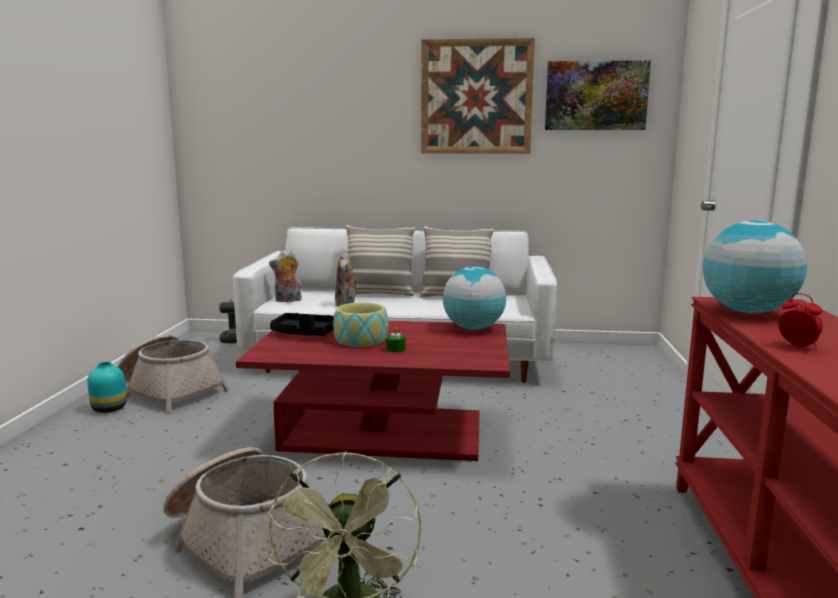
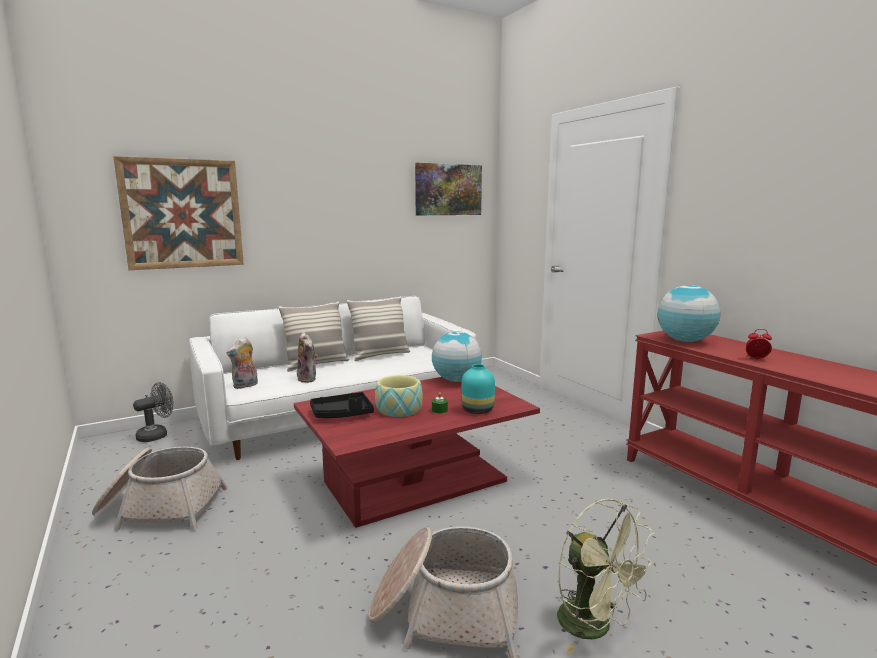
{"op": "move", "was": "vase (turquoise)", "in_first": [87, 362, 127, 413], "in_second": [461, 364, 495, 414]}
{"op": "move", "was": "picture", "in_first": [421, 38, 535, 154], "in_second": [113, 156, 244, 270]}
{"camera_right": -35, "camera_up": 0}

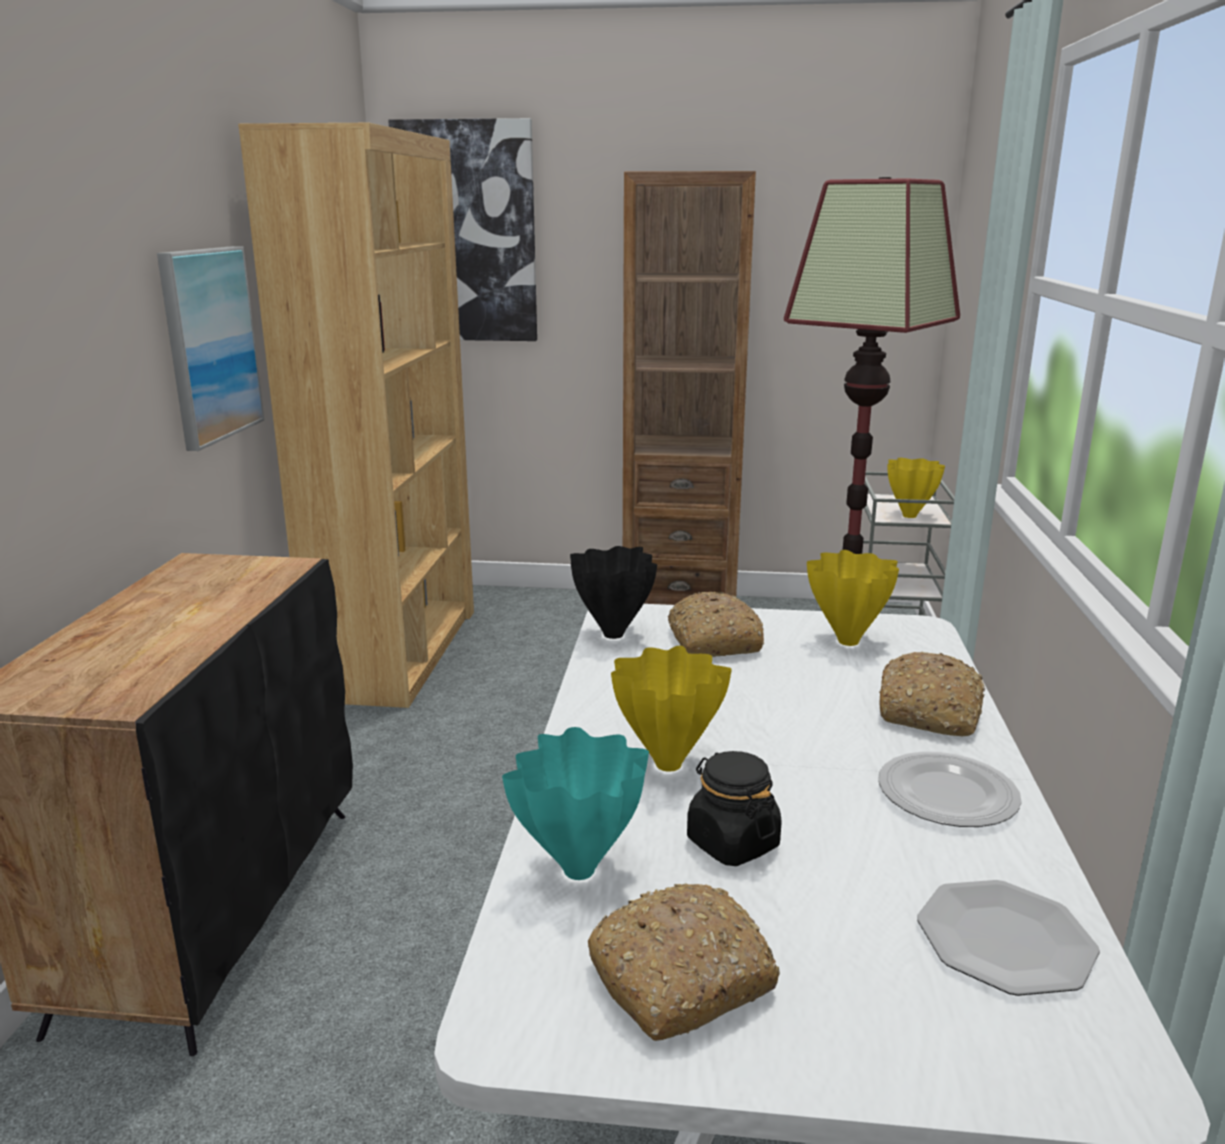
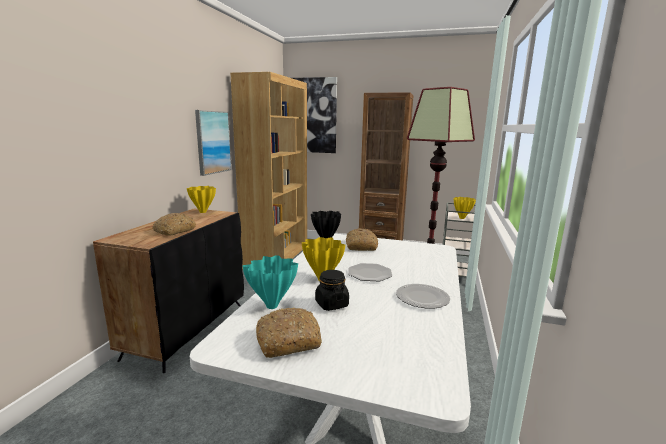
{"op": "move", "was": "vase (yellow)", "in_first": [807, 550, 899, 646], "in_second": [187, 186, 216, 213]}
{"op": "move", "was": "bread", "in_first": [879, 652, 985, 736], "in_second": [153, 213, 196, 236]}
{"op": "move", "was": "plate", "in_first": [917, 880, 1100, 996], "in_second": [348, 263, 392, 281]}
{"camera_right": 10, "camera_up": -5}

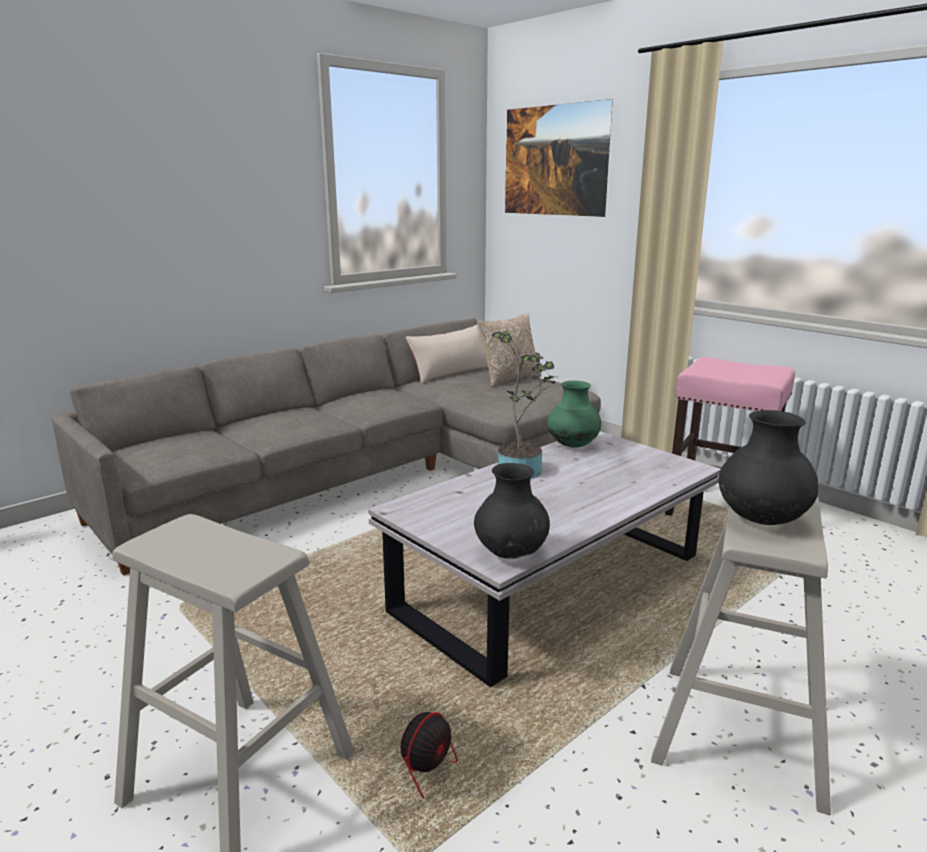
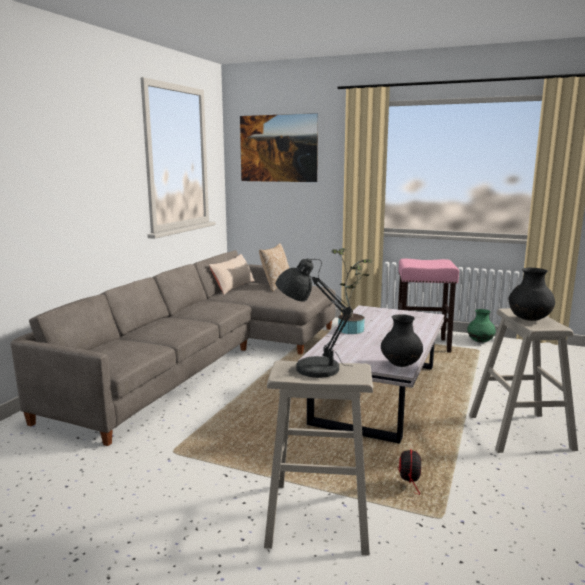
{"op": "move", "was": "vase (green)", "in_first": [547, 381, 601, 448], "in_second": [467, 309, 496, 343]}
{"op": "insert", "now": "table lamp (grey)", "in_second": [275, 258, 353, 378]}
{"camera_right": -25, "camera_up": -5}

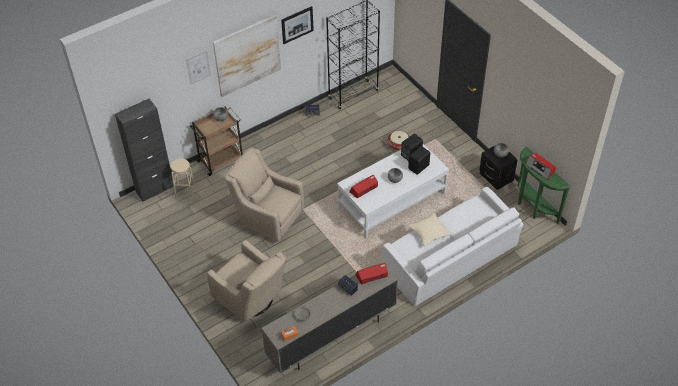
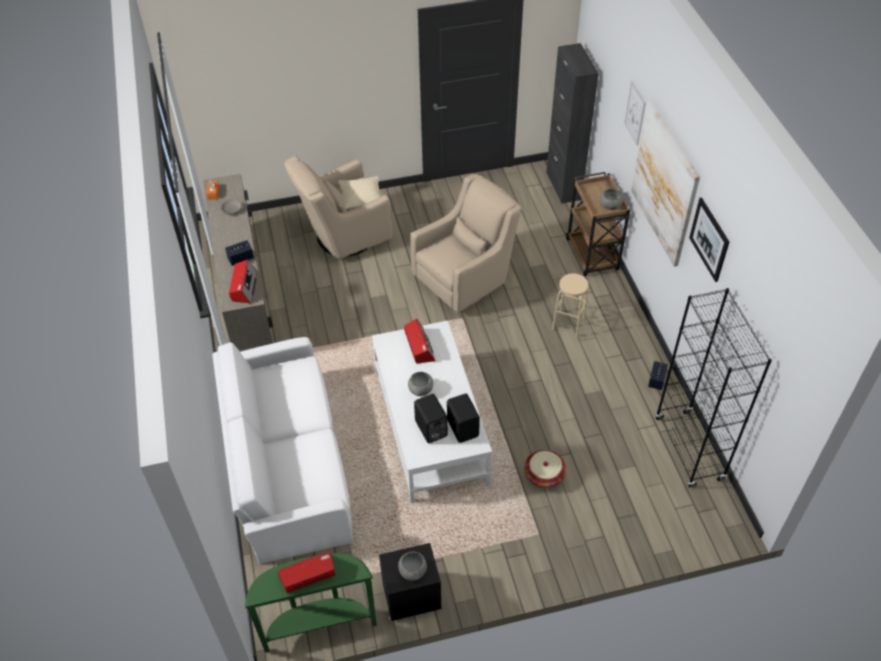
{"op": "move", "was": "stool (beige)", "in_first": [171, 158, 195, 198], "in_second": [552, 273, 589, 337]}
{"op": "move", "was": "pillow (beige)", "in_first": [408, 213, 451, 247], "in_second": [338, 176, 381, 209]}
{"camera_right": 110, "camera_up": 0}

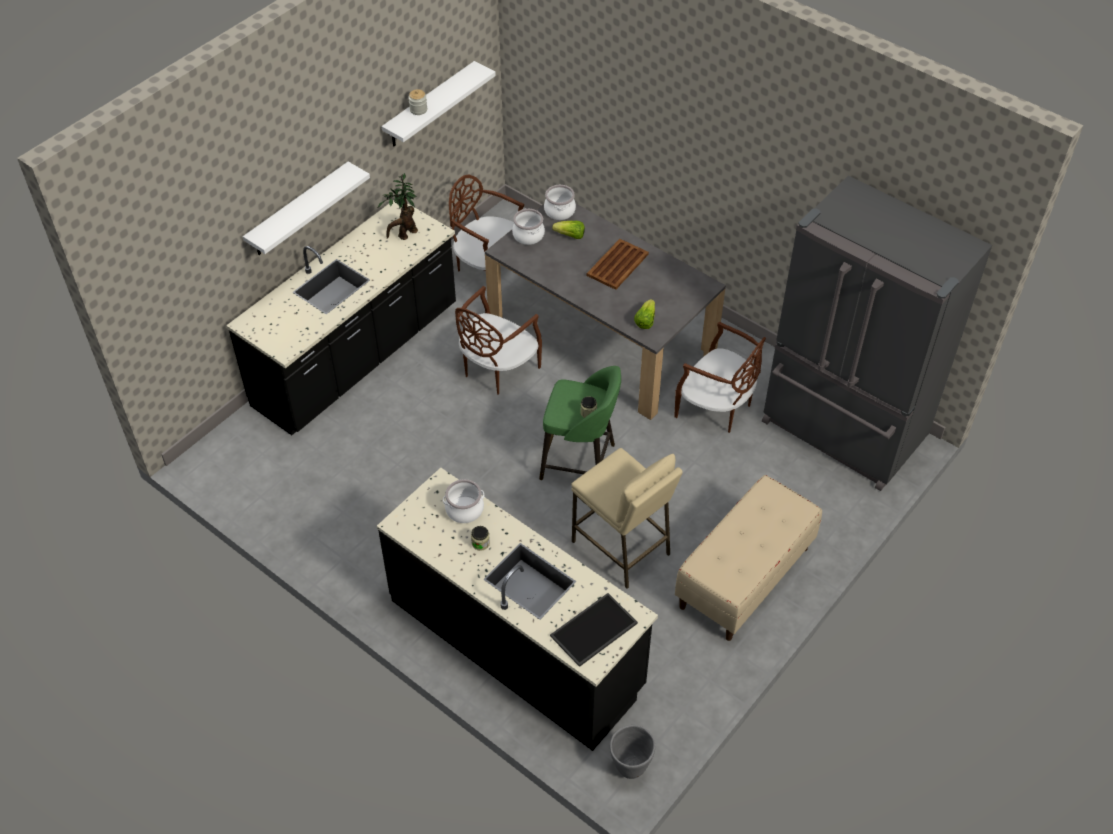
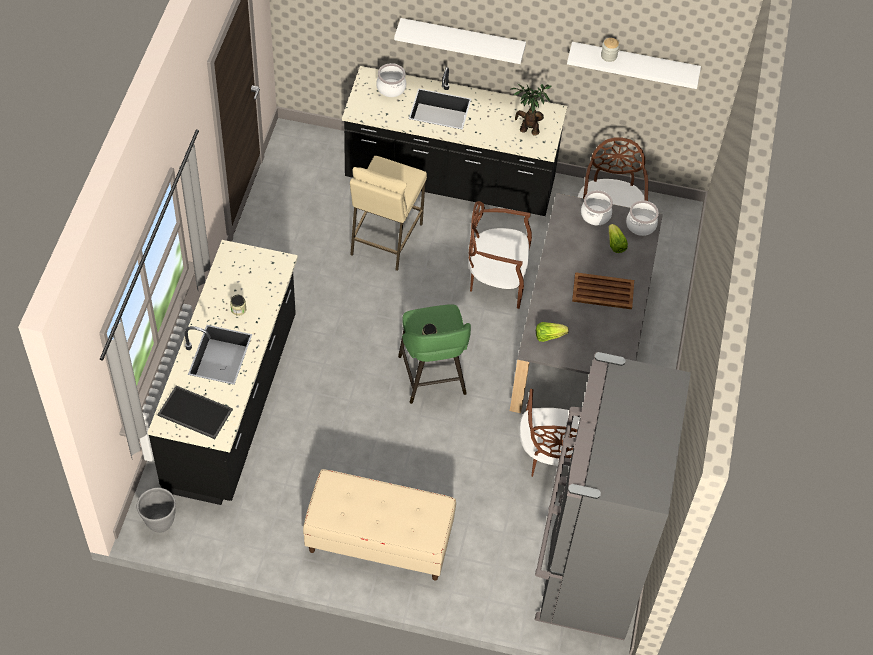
{"op": "move", "was": "cooking pot", "in_first": [443, 479, 485, 523], "in_second": [376, 63, 406, 97]}
{"op": "move", "was": "stool (beige)", "in_first": [571, 448, 683, 589], "in_second": [350, 156, 427, 271]}
{"camera_right": 60, "camera_up": 5}

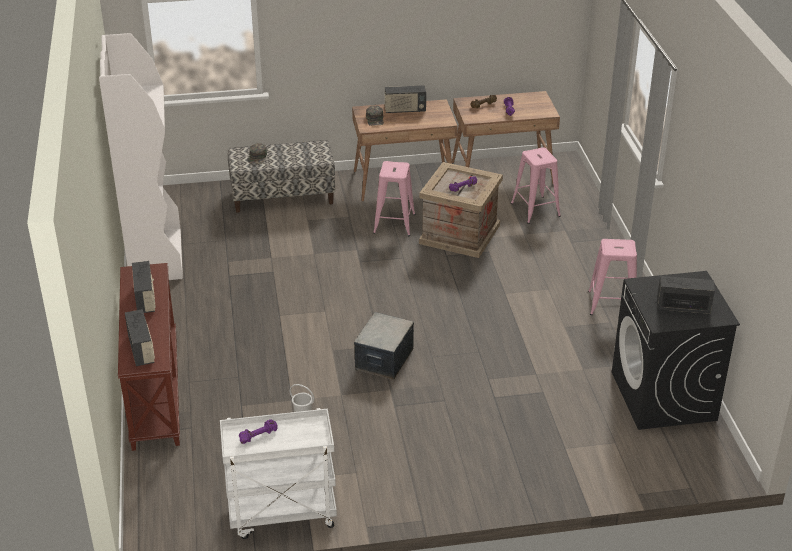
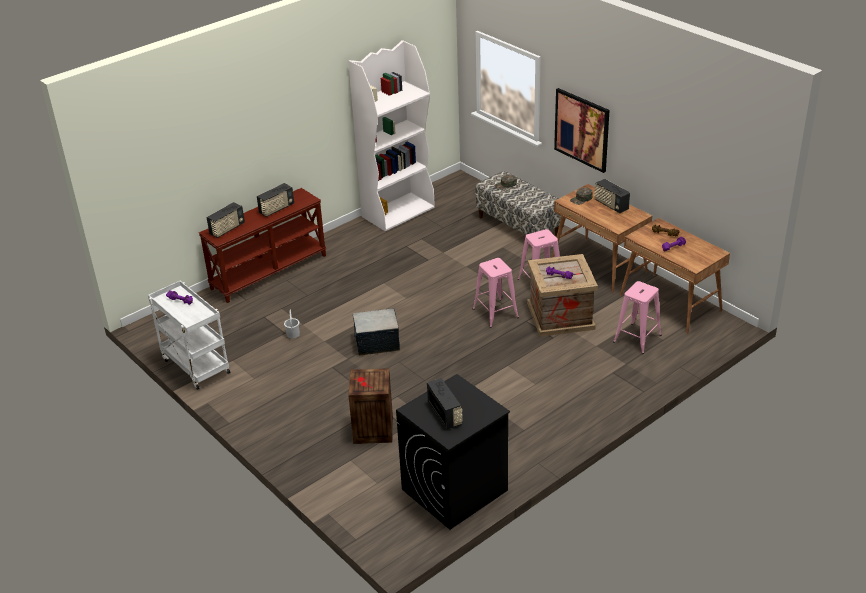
{"op": "move", "was": "stool (pink)", "in_first": [588, 239, 637, 315], "in_second": [473, 258, 519, 328]}
{"op": "insert", "now": "crate", "in_second": [348, 368, 393, 444]}
{"op": "insert", "now": "picture", "in_second": [554, 88, 610, 173]}
{"camera_right": 60, "camera_up": 0}

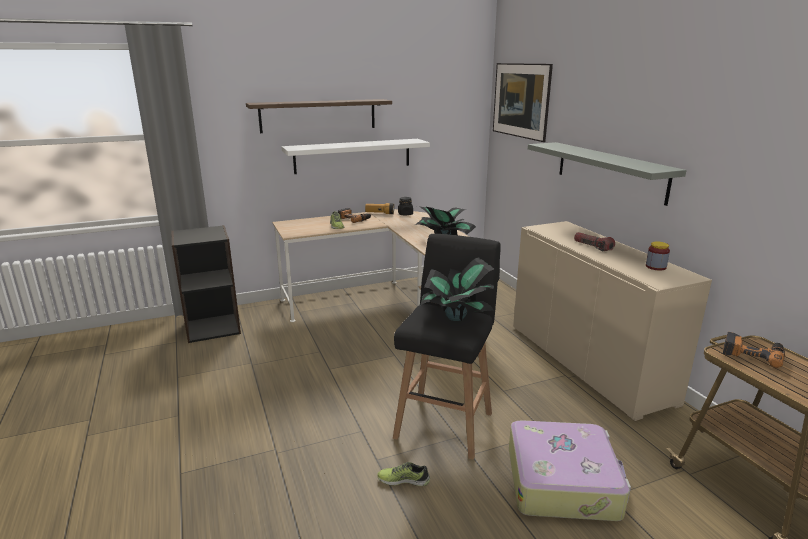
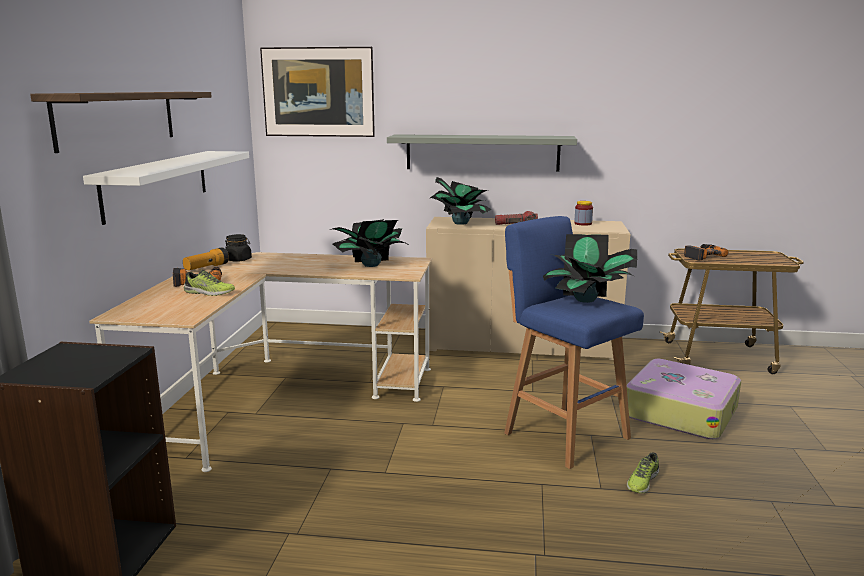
{"op": "recolor", "was": "stool (black)", "now": "stool (blue)", "in_first": [393, 234, 501, 460], "in_second": [504, 216, 644, 469]}
{"op": "insert", "now": "potted plant", "in_second": [430, 177, 491, 225]}
{"camera_right": -60, "camera_up": -5}

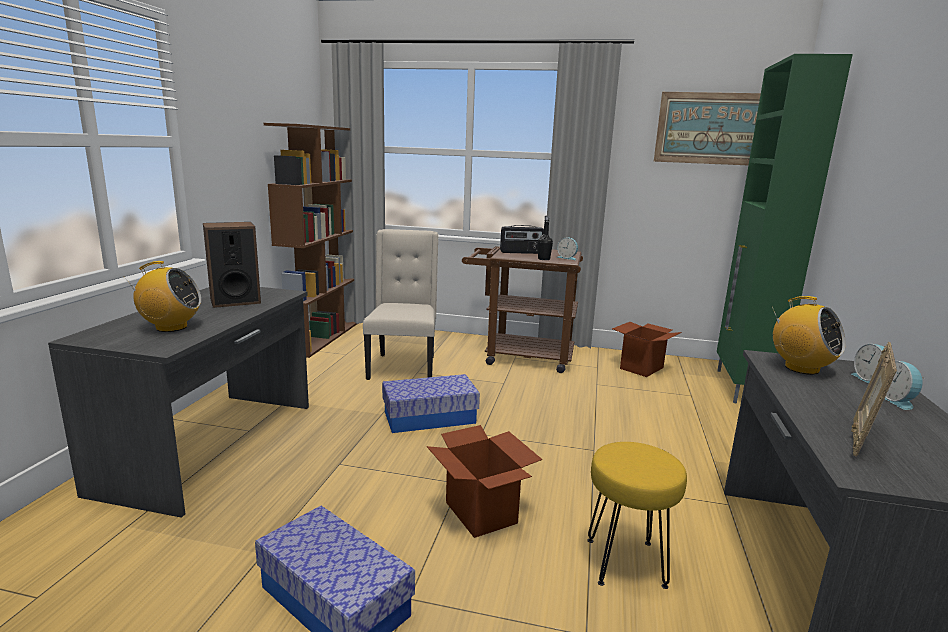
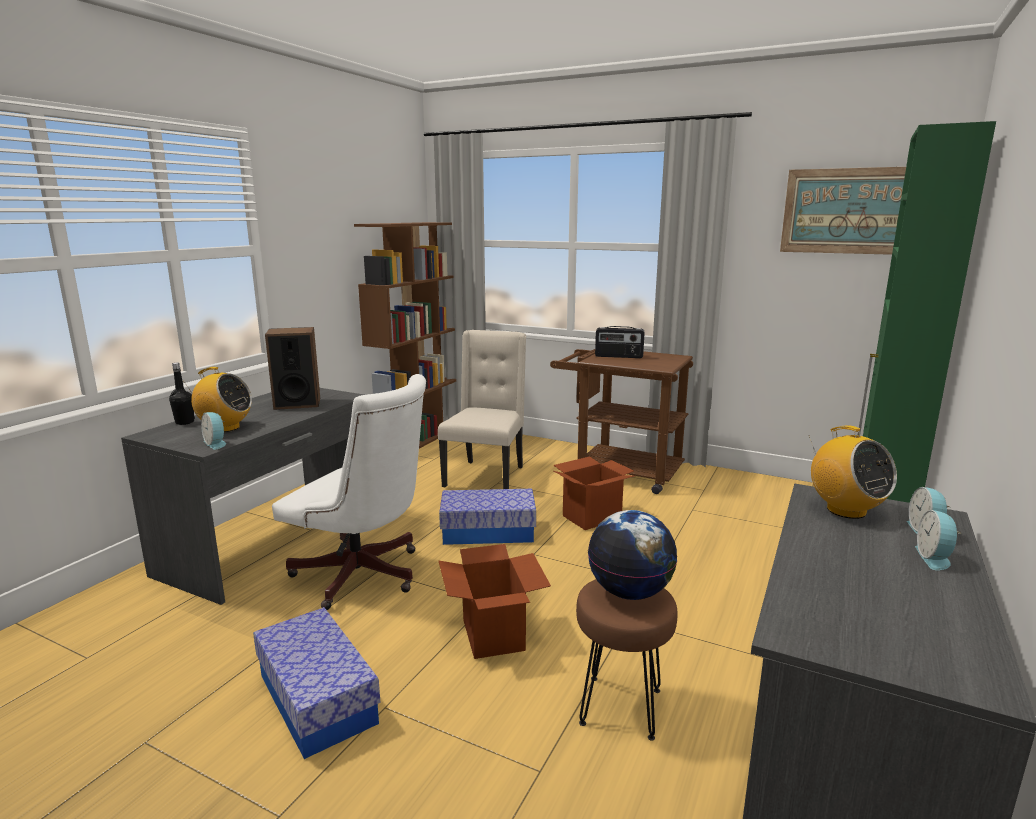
{"op": "move", "was": "bottle (black)", "in_first": [538, 216, 553, 260], "in_second": [169, 363, 195, 425]}
{"op": "move", "was": "alarm clock", "in_first": [557, 238, 578, 260], "in_second": [201, 412, 226, 450]}
{"op": "recolor", "was": "stool (yellow)", "now": "stool (brown)", "in_first": [587, 442, 687, 589], "in_second": [576, 579, 677, 741]}
{"op": "move", "was": "cardboard box", "in_first": [612, 322, 682, 377], "in_second": [553, 456, 635, 530]}
{"op": "delete", "was": "picture frame", "in_first": [851, 342, 897, 457]}
{"op": "insert", "now": "office chair (white)", "in_second": [272, 374, 426, 610]}
{"op": "insert", "now": "globe", "in_second": [588, 510, 677, 600]}
{"camera_right": 15, "camera_up": 0}

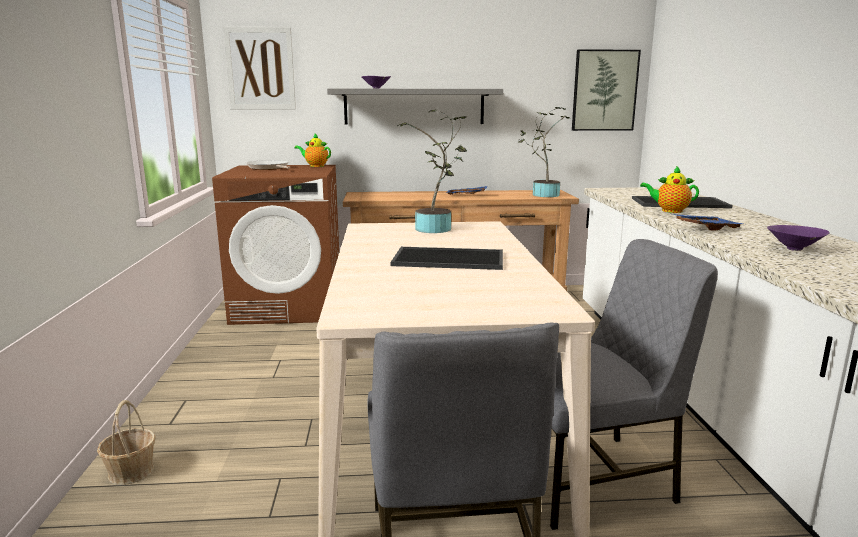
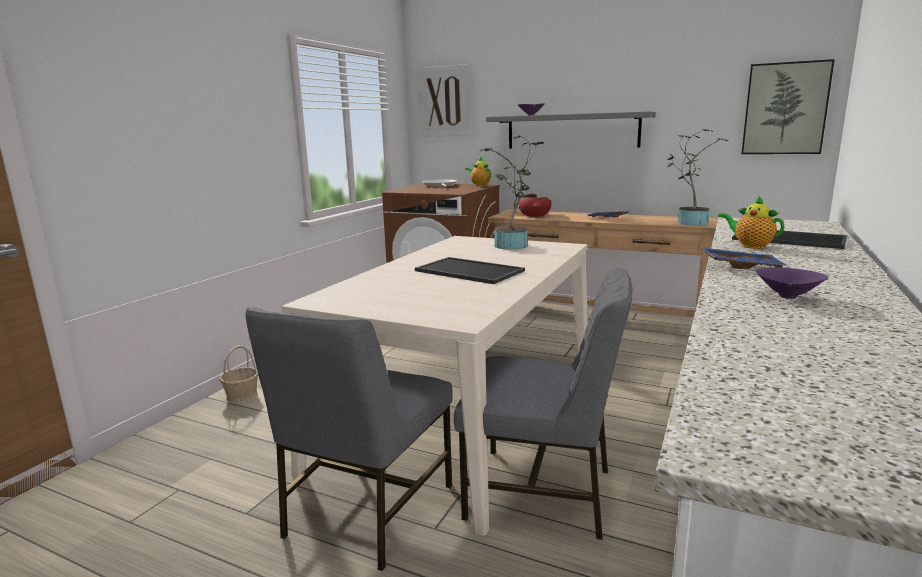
{"op": "insert", "now": "bowl (red)", "in_second": [519, 194, 552, 217]}
{"camera_right": 30, "camera_up": 0}

